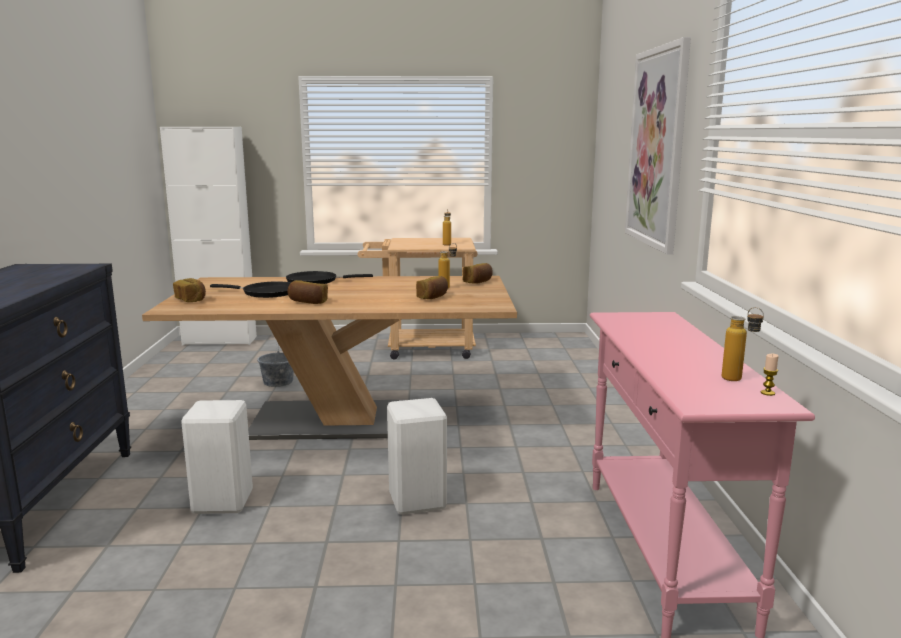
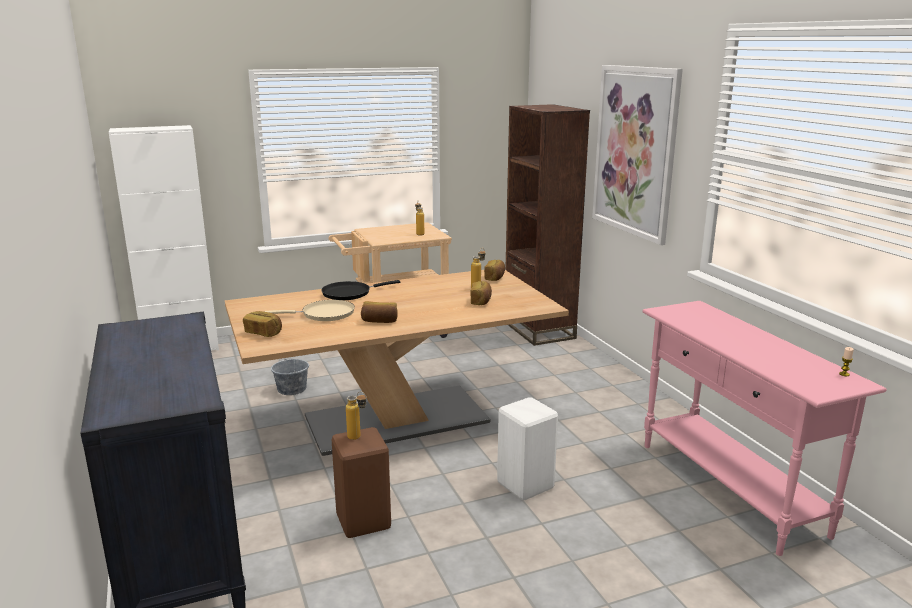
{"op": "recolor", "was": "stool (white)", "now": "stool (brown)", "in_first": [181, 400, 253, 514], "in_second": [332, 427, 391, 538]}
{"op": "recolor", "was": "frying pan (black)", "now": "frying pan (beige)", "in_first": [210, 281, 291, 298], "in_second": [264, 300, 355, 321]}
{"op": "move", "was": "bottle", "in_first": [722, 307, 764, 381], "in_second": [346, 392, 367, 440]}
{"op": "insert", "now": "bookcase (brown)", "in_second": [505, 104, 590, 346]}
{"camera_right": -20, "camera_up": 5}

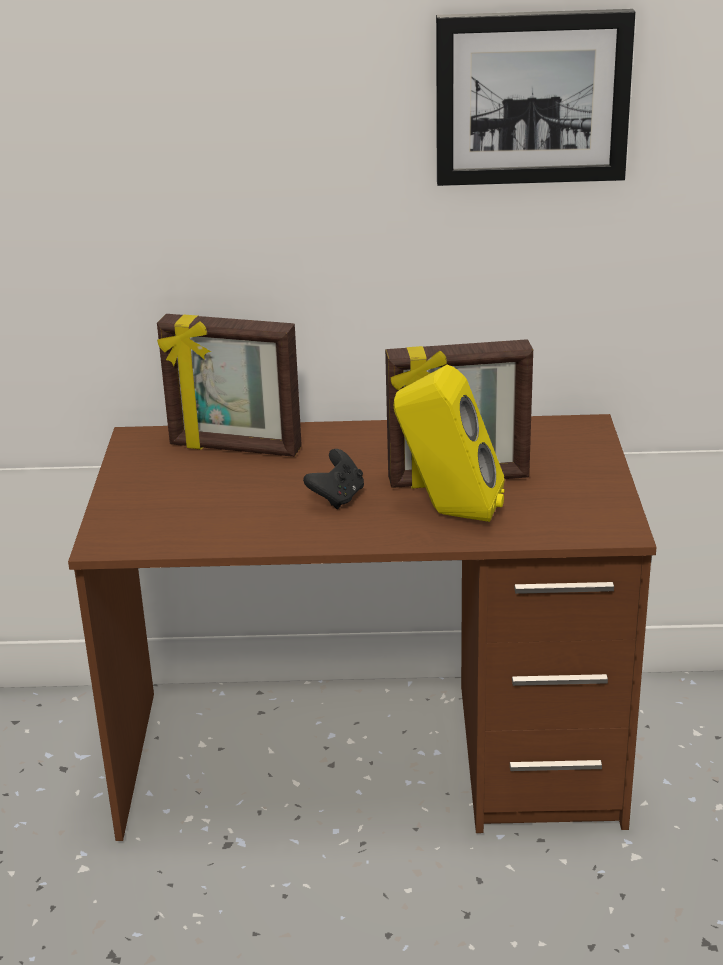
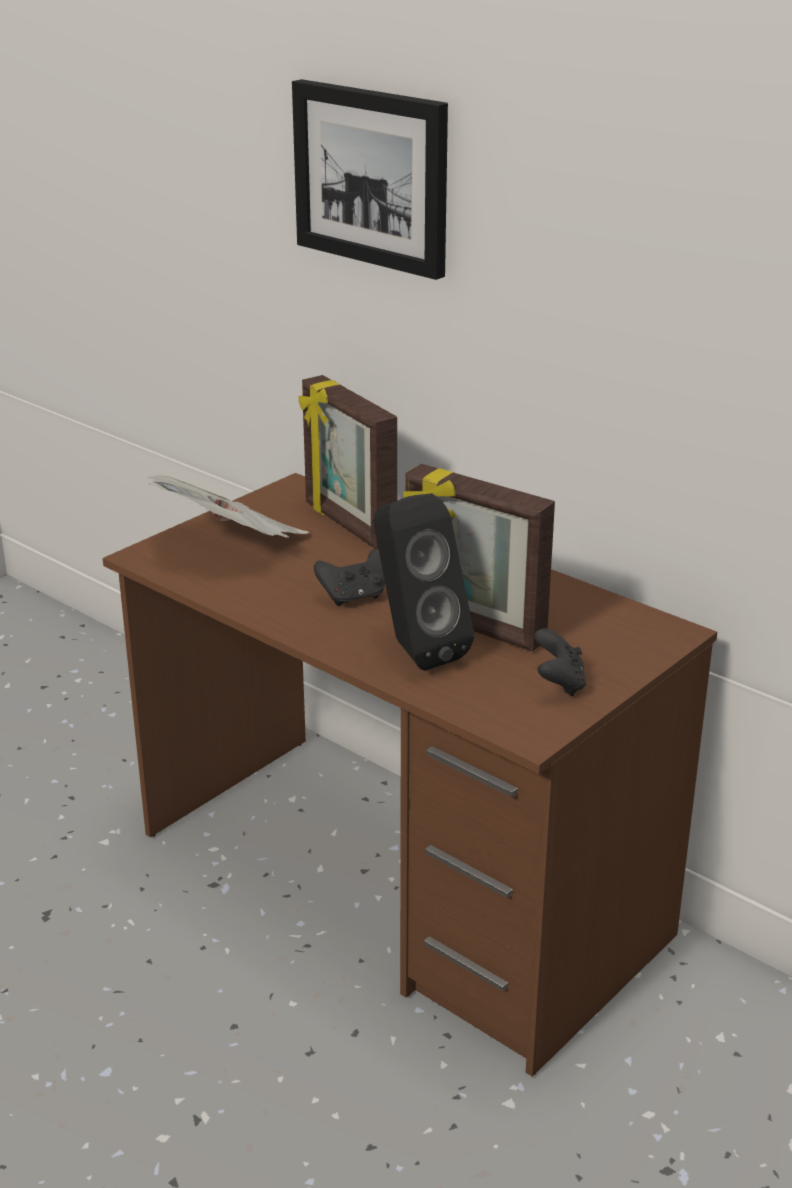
{"op": "recolor", "was": "speaker (yellow)", "now": "speaker (black)", "in_first": [394, 365, 504, 522], "in_second": [373, 493, 474, 671]}
{"op": "move", "was": "picture", "in_first": [436, 9, 636, 186], "in_second": [292, 79, 448, 280]}
{"op": "insert", "now": "newspaper", "in_second": [147, 476, 309, 538]}
{"op": "insert", "now": "game controller (black)", "in_second": [534, 628, 586, 696]}
{"camera_right": 40, "camera_up": 0}

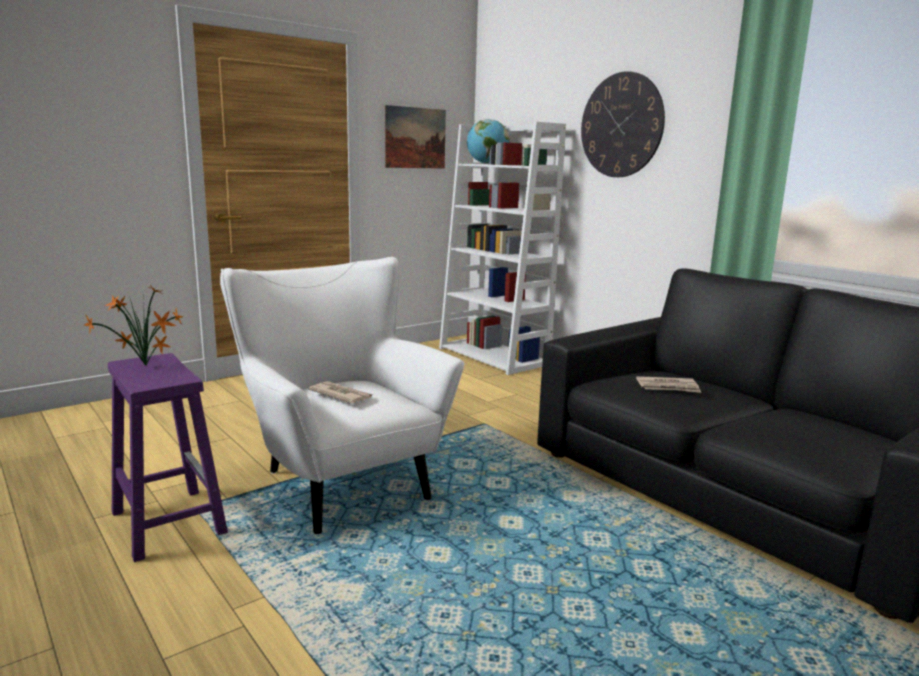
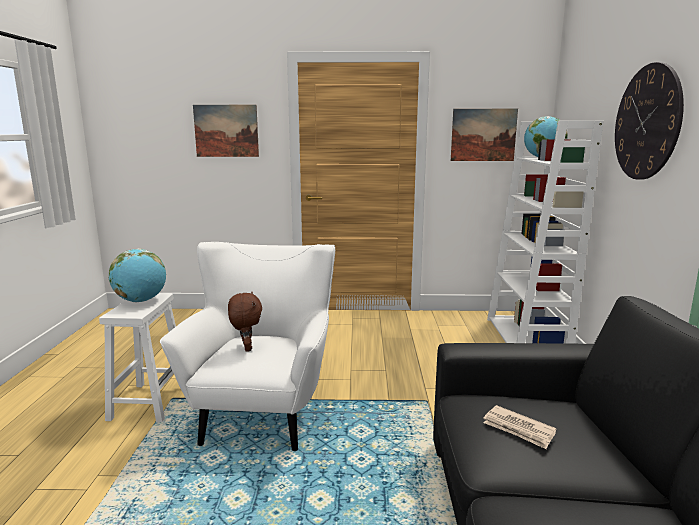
{"op": "replace", "was": "potted plant", "now": "globe", "in_first": [84, 285, 183, 366], "in_second": [109, 249, 166, 302]}
{"op": "recolor", "was": "stool (purple)", "now": "stool (white)", "in_first": [108, 353, 228, 562], "in_second": [99, 293, 176, 422]}
{"op": "replace", "was": "newspaper", "now": "plush toy (brown)", "in_first": [308, 381, 373, 404], "in_second": [228, 292, 262, 352]}
{"op": "insert", "now": "picture", "in_second": [193, 105, 259, 157]}
{"camera_right": 40, "camera_up": 0}

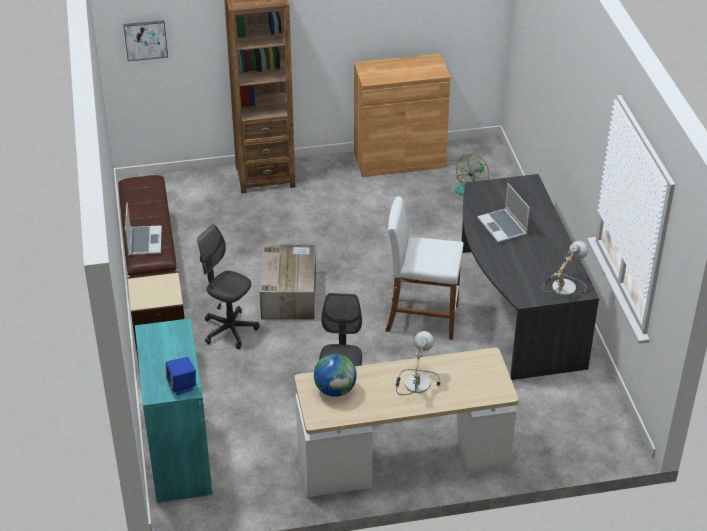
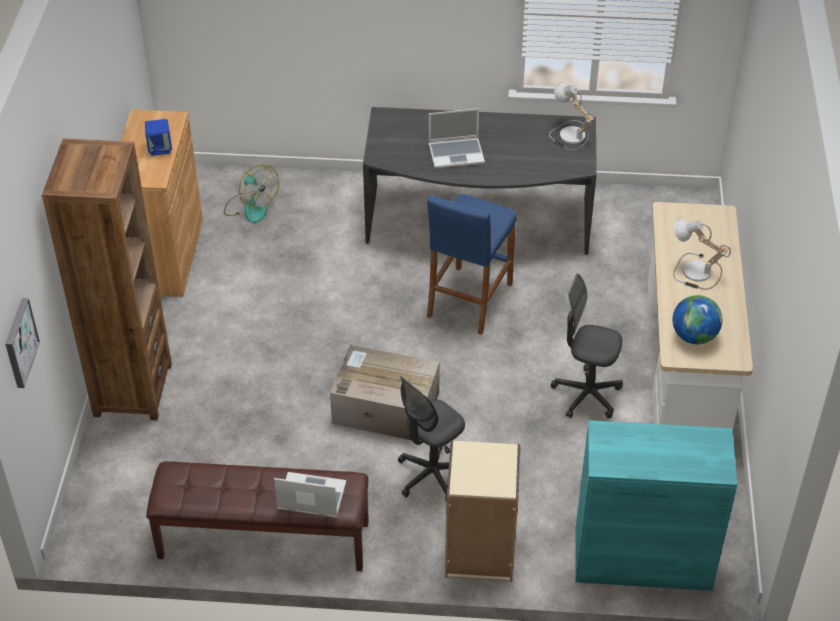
{"op": "move", "was": "speaker (blue)", "in_first": [166, 357, 196, 395], "in_second": [145, 119, 172, 156]}
{"op": "recolor", "was": "stool (white)", "now": "stool (blue)", "in_first": [386, 196, 463, 340], "in_second": [427, 194, 516, 335]}
{"camera_right": -75, "camera_up": 5}

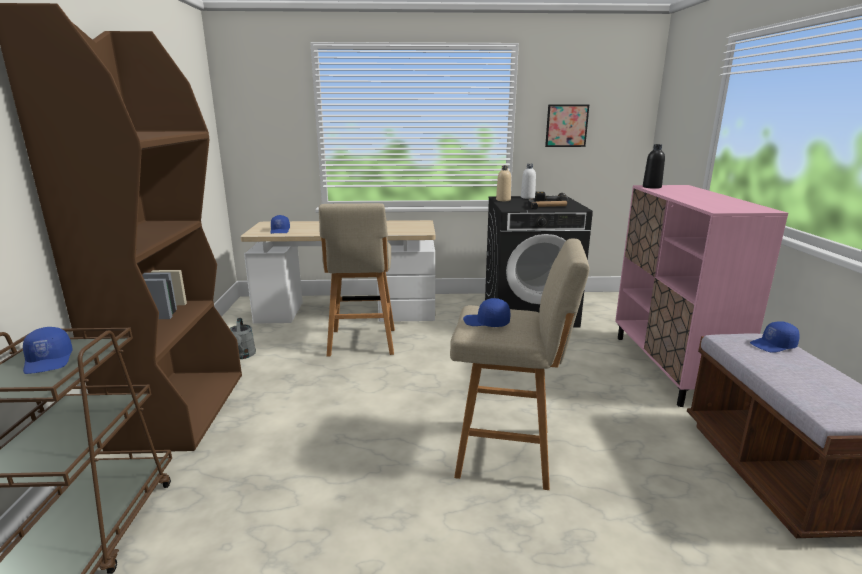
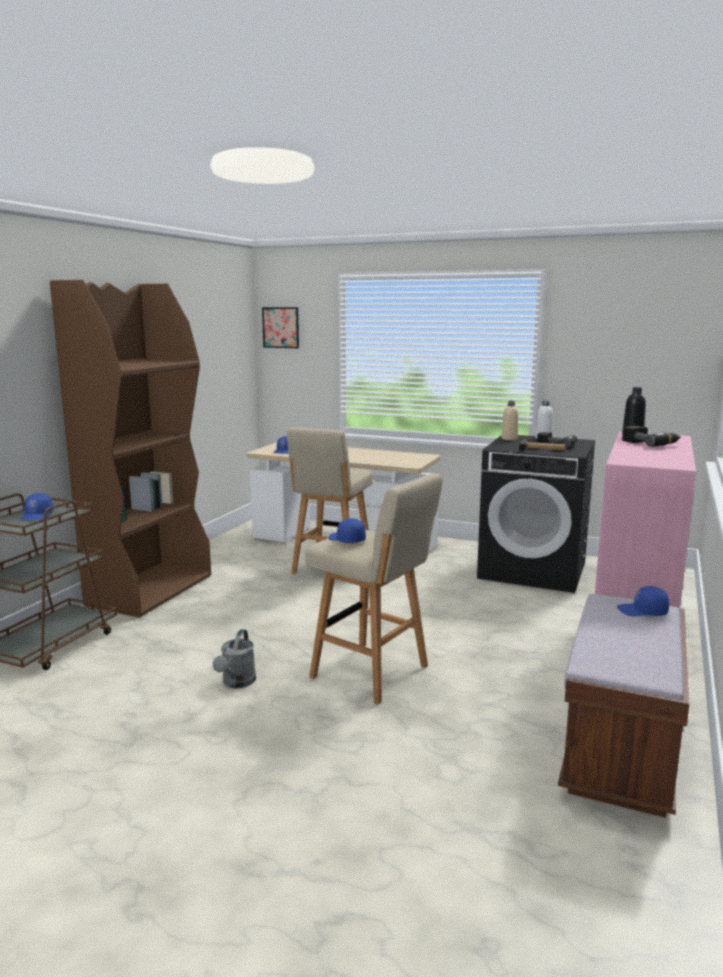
{"op": "move", "was": "watering can (grey)", "in_first": [229, 318, 256, 359], "in_second": [213, 629, 256, 688]}
{"op": "move", "was": "picture", "in_first": [545, 105, 589, 147], "in_second": [262, 307, 299, 348]}
{"op": "insert", "now": "power drill", "in_second": [622, 426, 681, 447]}
{"camera_right": 25, "camera_up": -5}

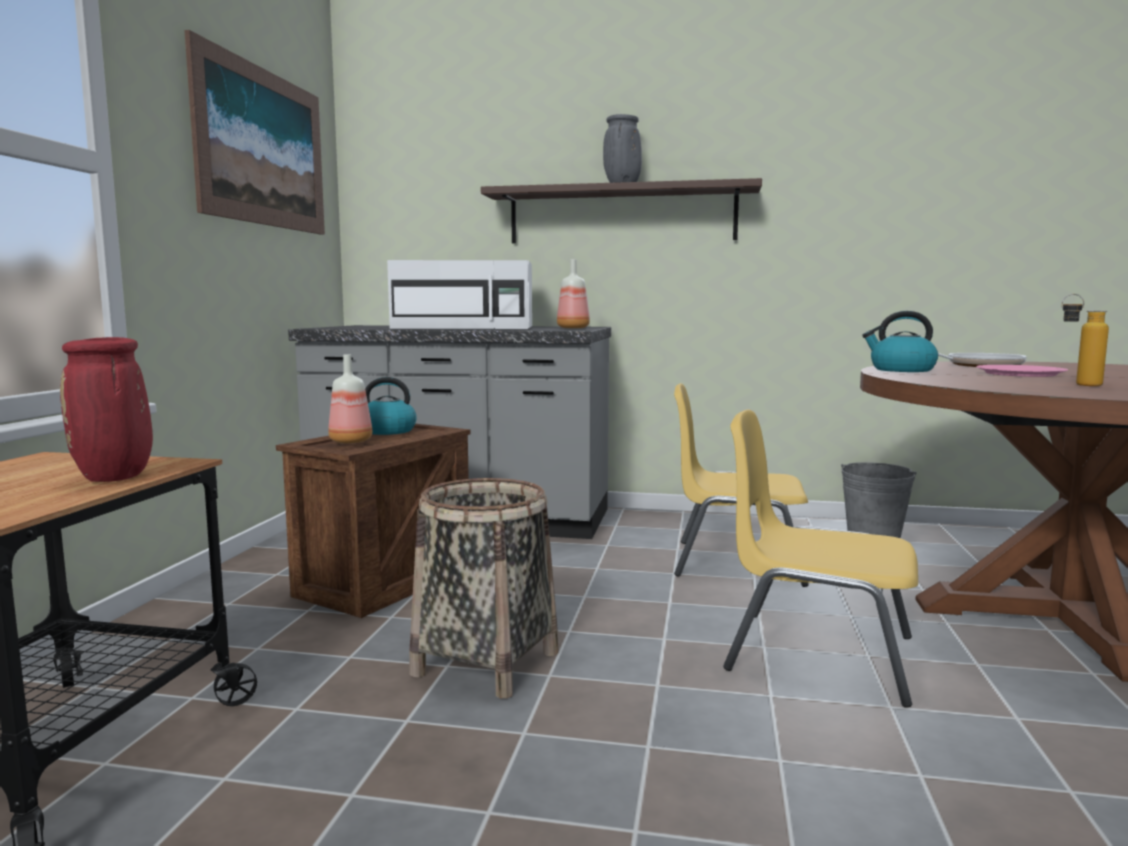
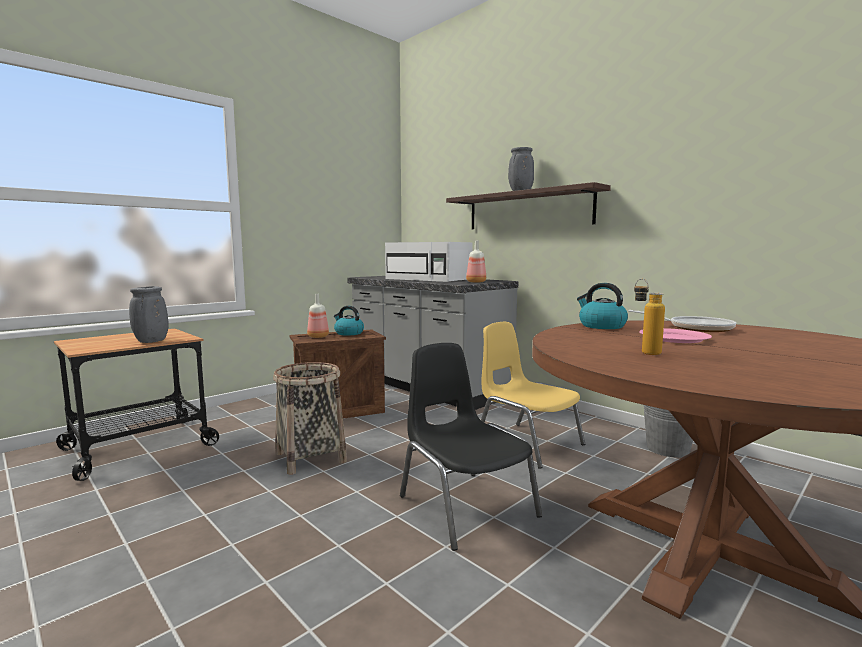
{"op": "recolor", "was": "vase (red)", "now": "vase (grey)", "in_first": [60, 337, 153, 482], "in_second": [129, 286, 169, 343]}
{"op": "delete", "was": "picture", "in_first": [184, 30, 325, 235]}
{"op": "recolor", "was": "chair (yellow)", "now": "chair (black)", "in_first": [723, 409, 918, 707], "in_second": [400, 343, 542, 551]}
{"camera_right": 35, "camera_up": 0}

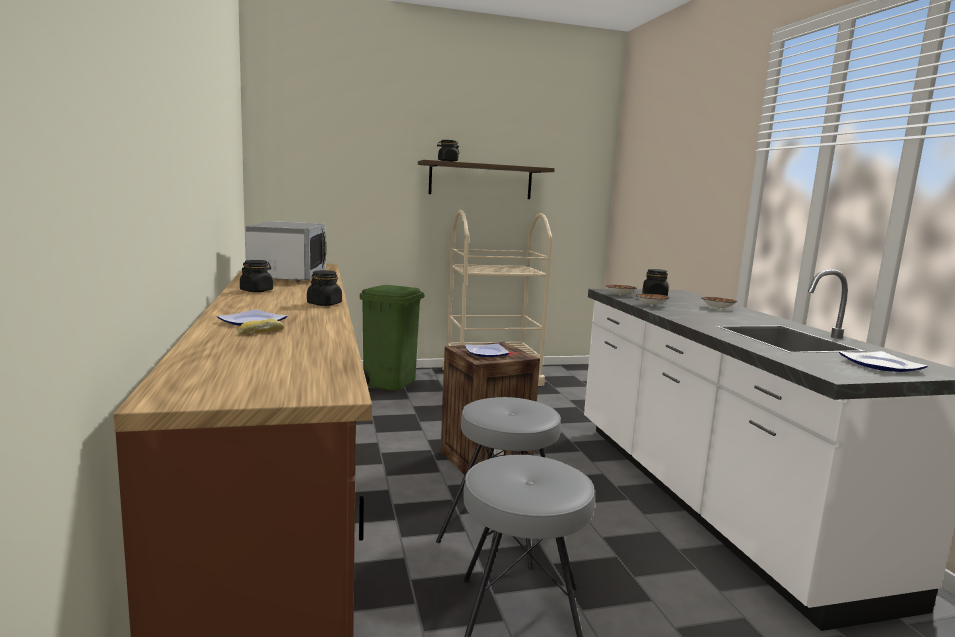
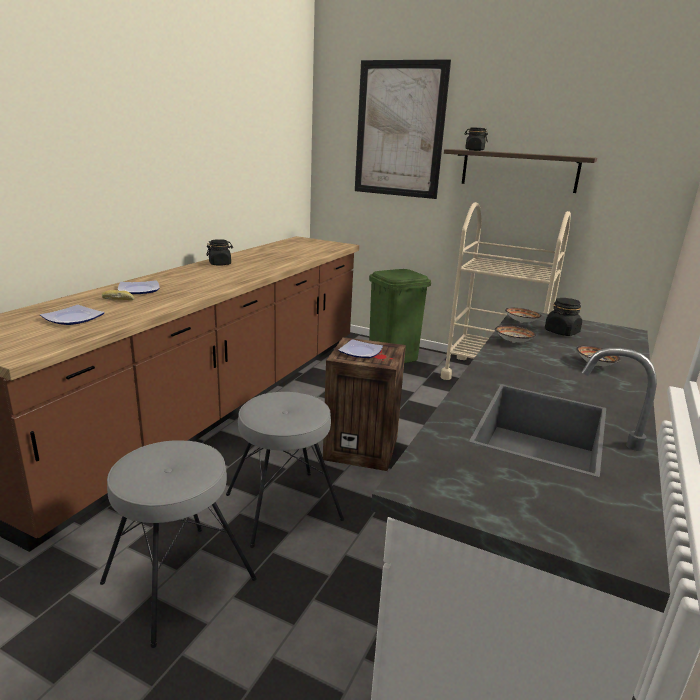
{"op": "delete", "was": "microwave", "in_first": [245, 221, 326, 282]}
{"op": "delete", "was": "jar (black)", "in_first": [307, 270, 342, 306]}
{"op": "move", "was": "plate", "in_first": [839, 351, 928, 372], "in_second": [40, 305, 105, 325]}
{"op": "insert", "now": "picture", "in_second": [355, 59, 451, 199]}
{"camera_right": 40, "camera_up": 10}

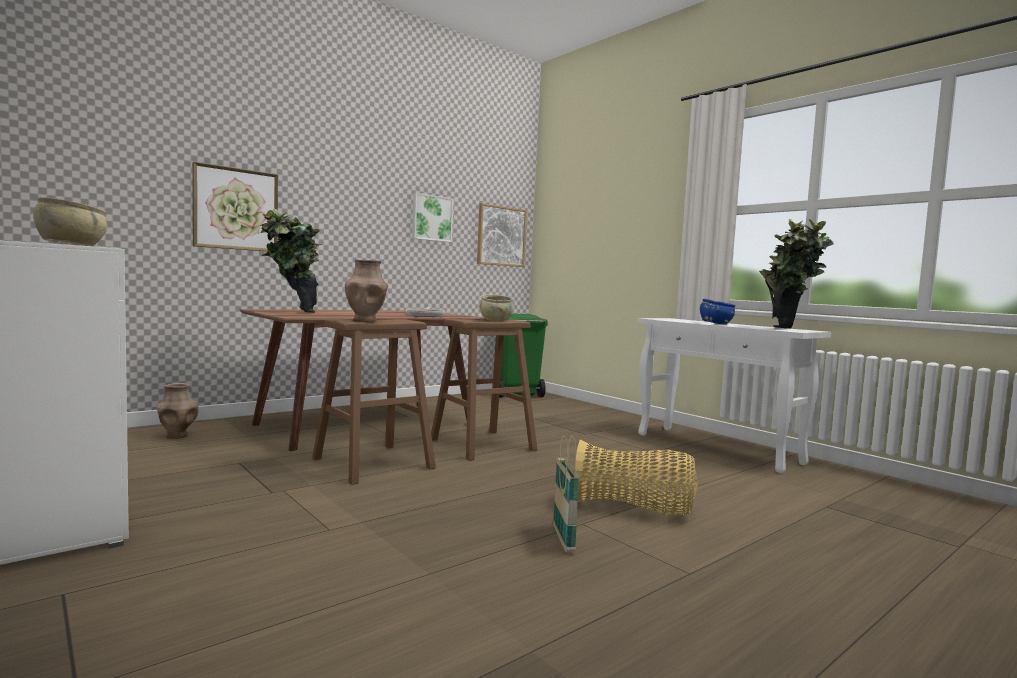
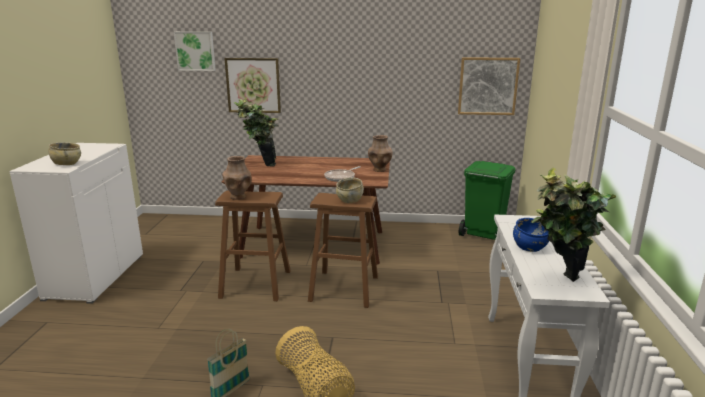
{"op": "move", "was": "vase (brown)", "in_first": [157, 383, 199, 439], "in_second": [368, 135, 392, 172]}
{"op": "move", "was": "picture", "in_first": [412, 193, 454, 242], "in_second": [174, 32, 216, 71]}
{"camera_right": 45, "camera_up": 15}

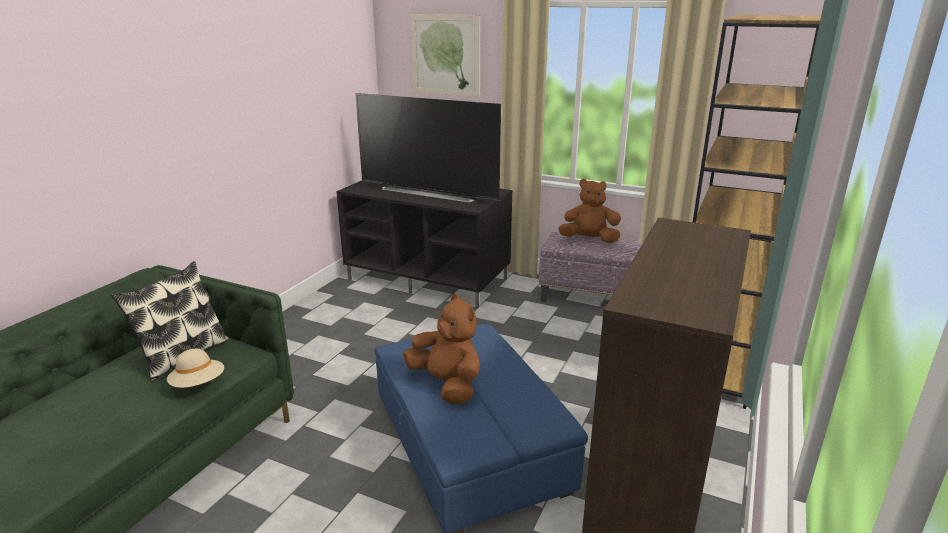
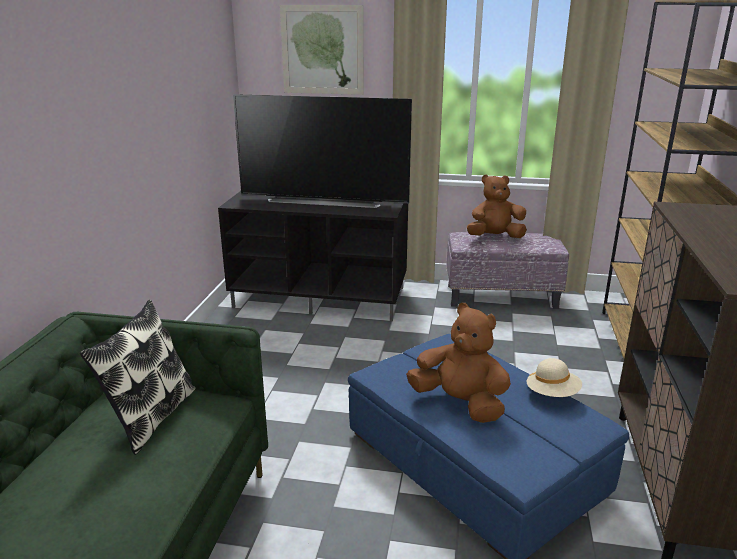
{"op": "move", "was": "hat (beige)", "in_first": [167, 349, 224, 388], "in_second": [526, 358, 582, 397]}
{"camera_right": -15, "camera_up": 0}

